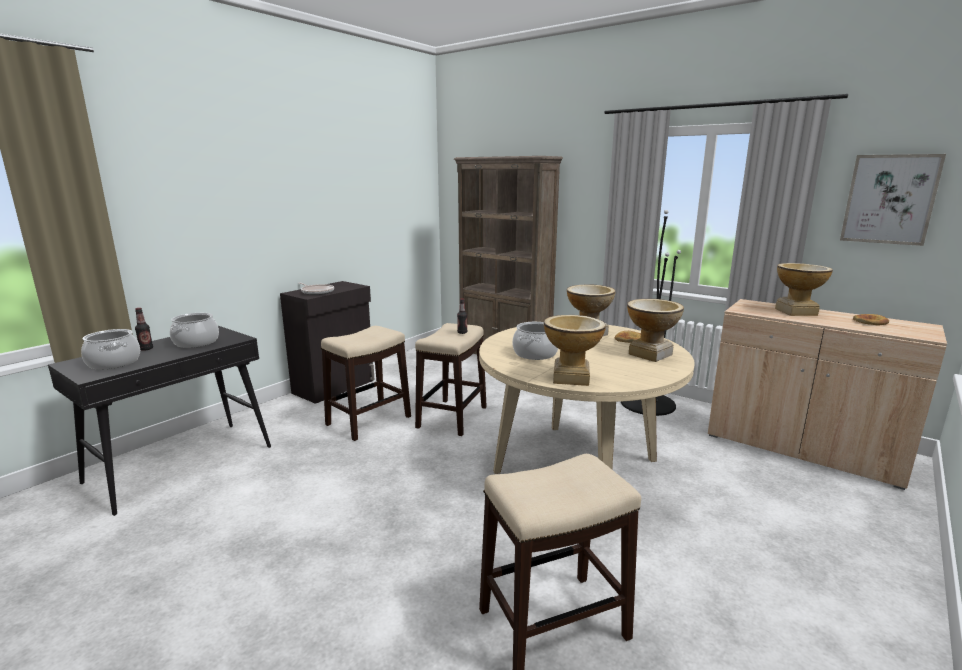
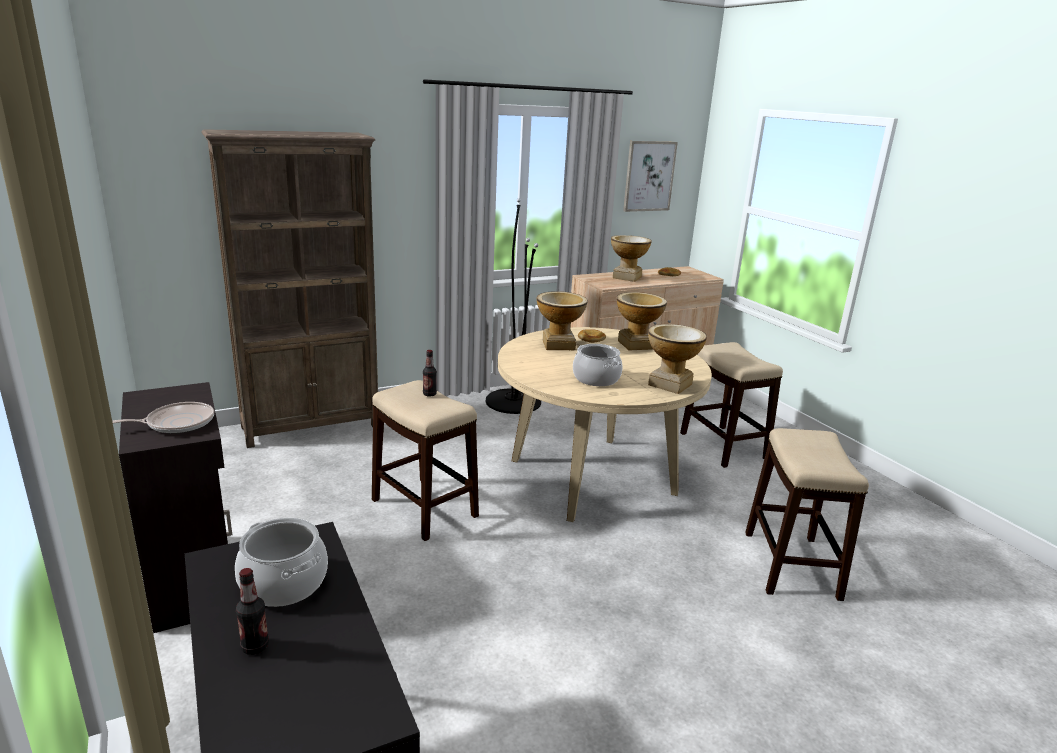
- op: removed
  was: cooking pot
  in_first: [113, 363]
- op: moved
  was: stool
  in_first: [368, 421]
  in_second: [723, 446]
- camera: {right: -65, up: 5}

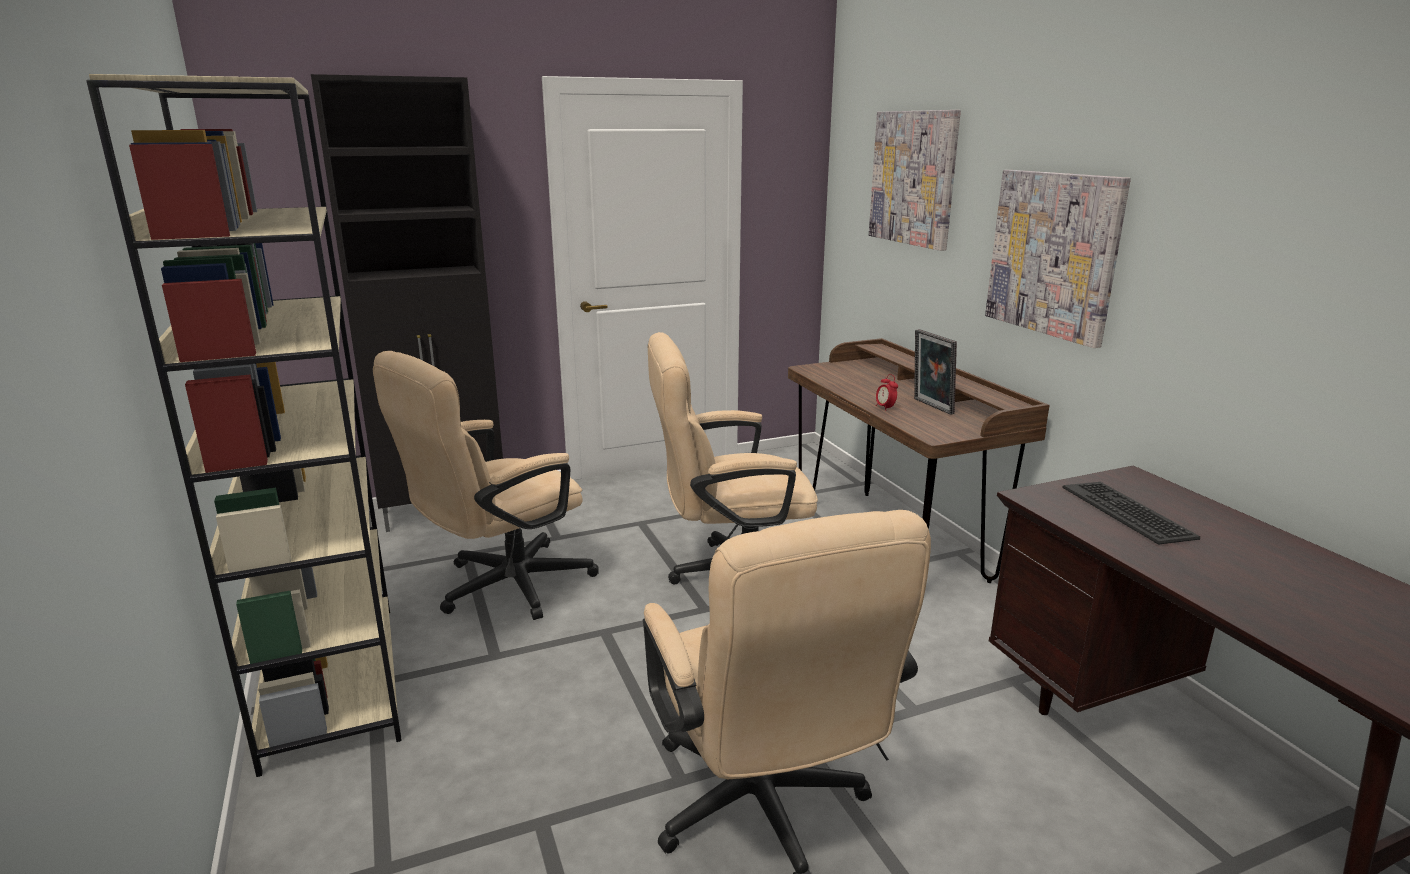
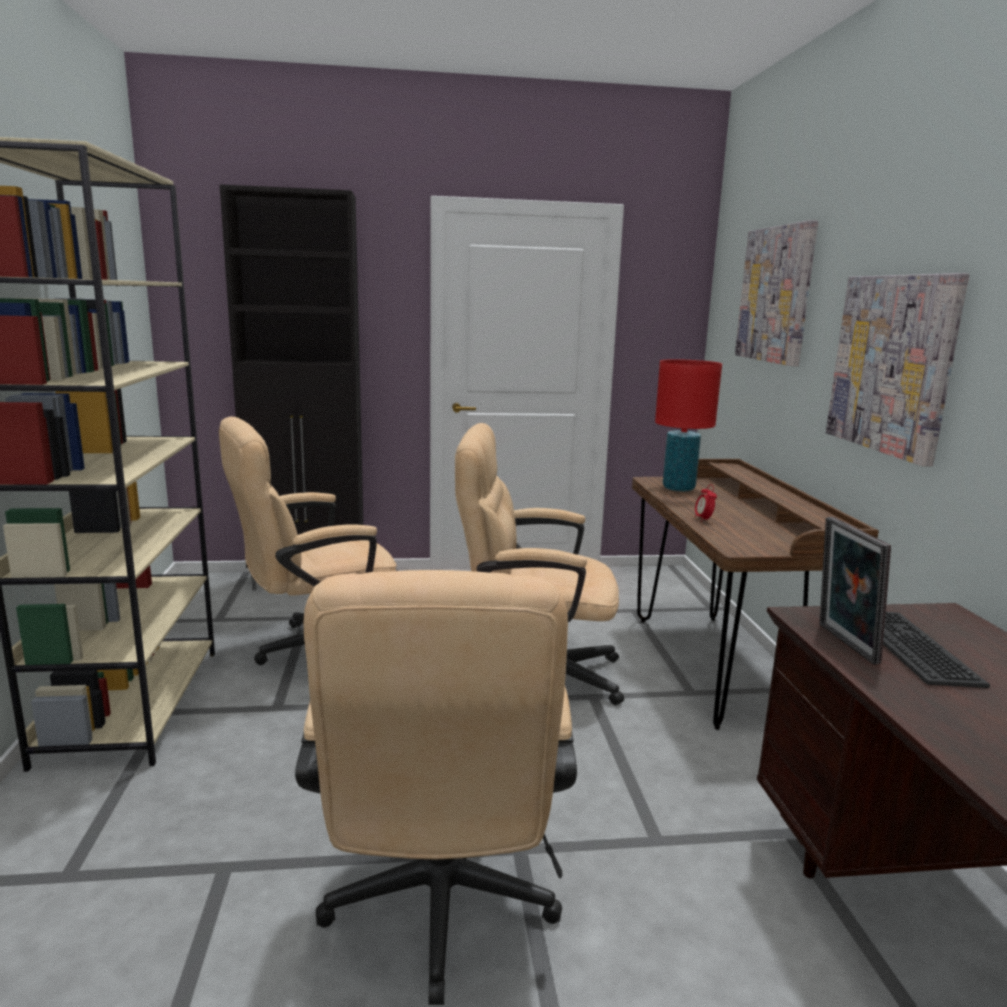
- op: moved
  was: picture frame
  in_first: [930, 406]
  in_second: [843, 643]
- op: added
  now: red table lamp
  in_second: [679, 488]
- camera: {right: 15, up: -5}

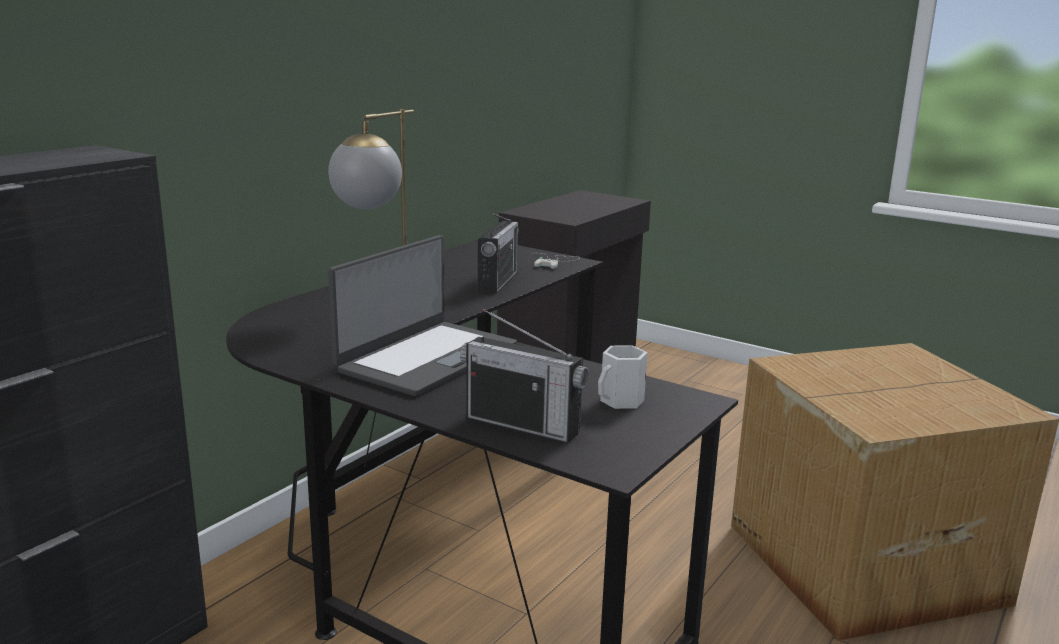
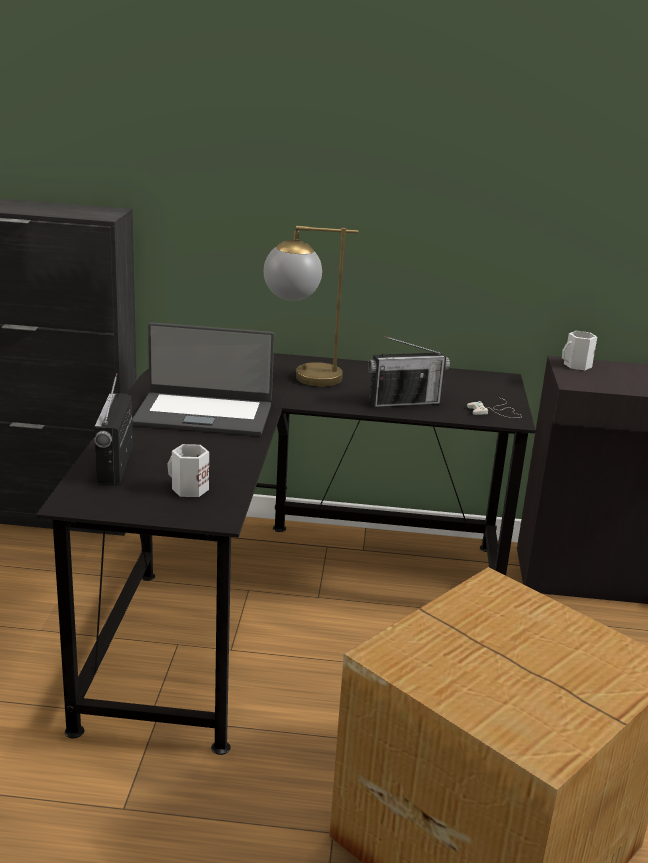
- op: added
  now: white mug
  in_second: [577, 365]
- camera: {right: 60, up: 5}

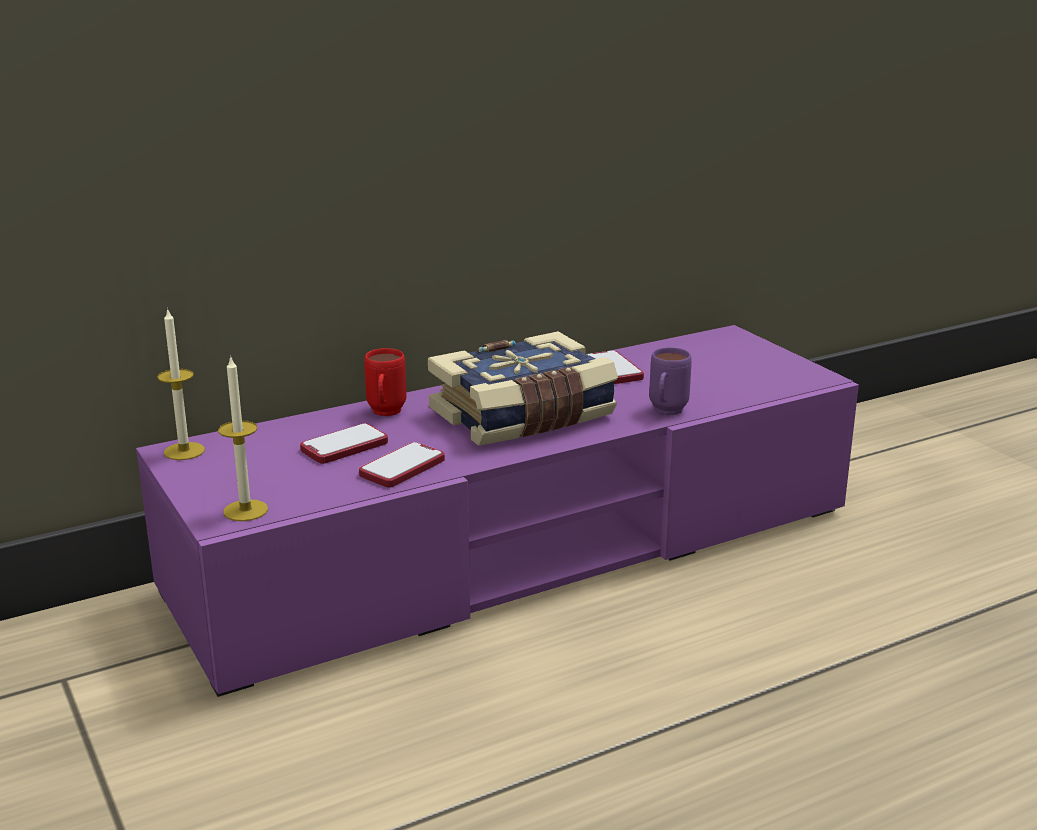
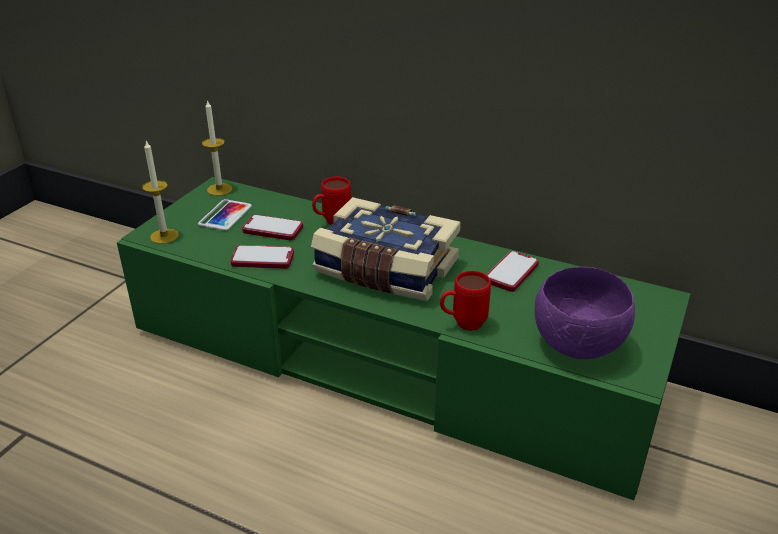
- op: recoloured
  was: purple tv stand
  now: green tv stand
  in_first: [518, 550]
  in_second: [389, 360]
- op: recoloured
  was: purple mug
  now: red mug
  in_first: [666, 413]
  in_second: [462, 324]
- op: added
  now: phone
  in_second: [225, 215]
- op: added
  now: purple bowl
  in_second: [580, 346]
- camera: {right: 55, up: 10}

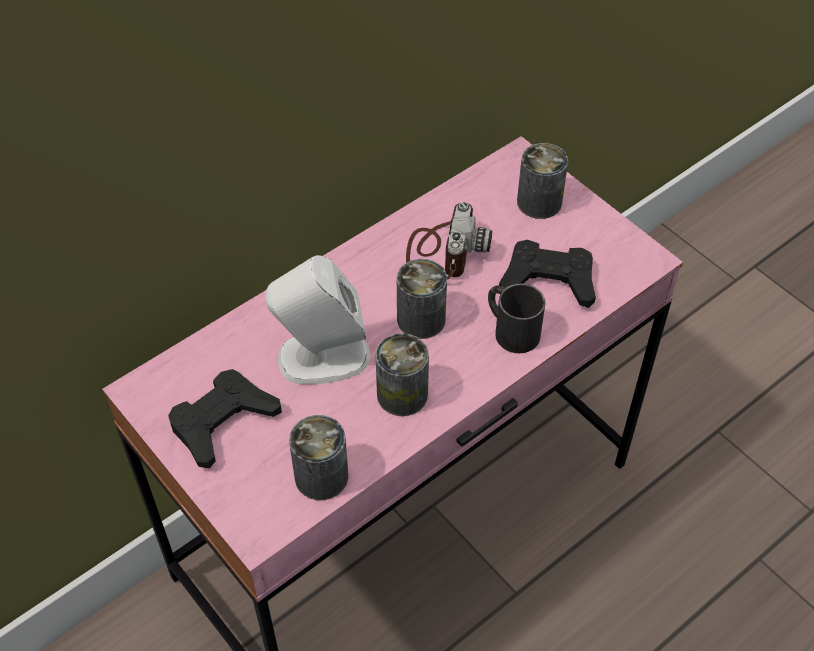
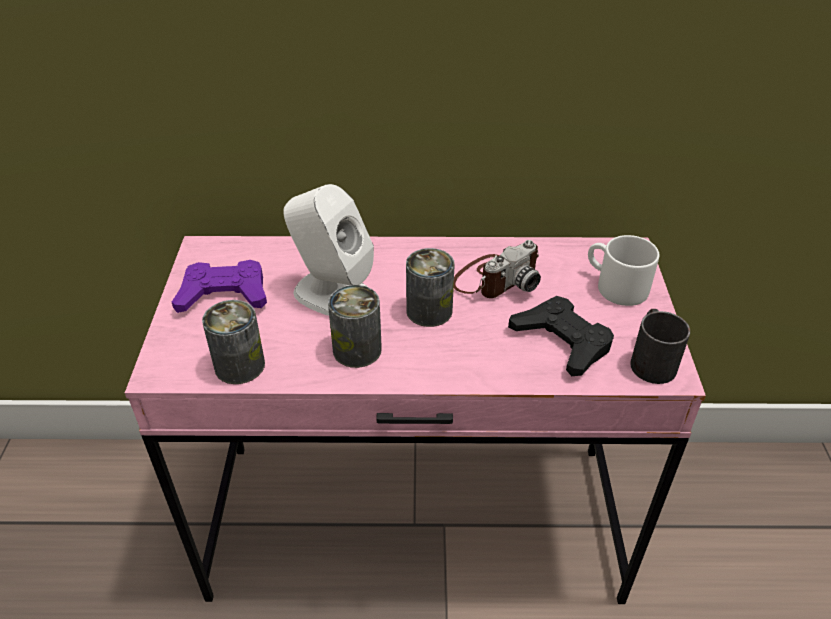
- op: recoloured
  was: black game controller
  now: purple game controller
  in_first: [223, 422]
  in_second: [224, 294]
- op: moved
  was: black mug
  in_first: [510, 329]
  in_second: [650, 359]
- op: replaced
  was: can
  now: white mug
  in_first: [539, 202]
  in_second: [614, 286]
- camera: {right: 40, up: -10}

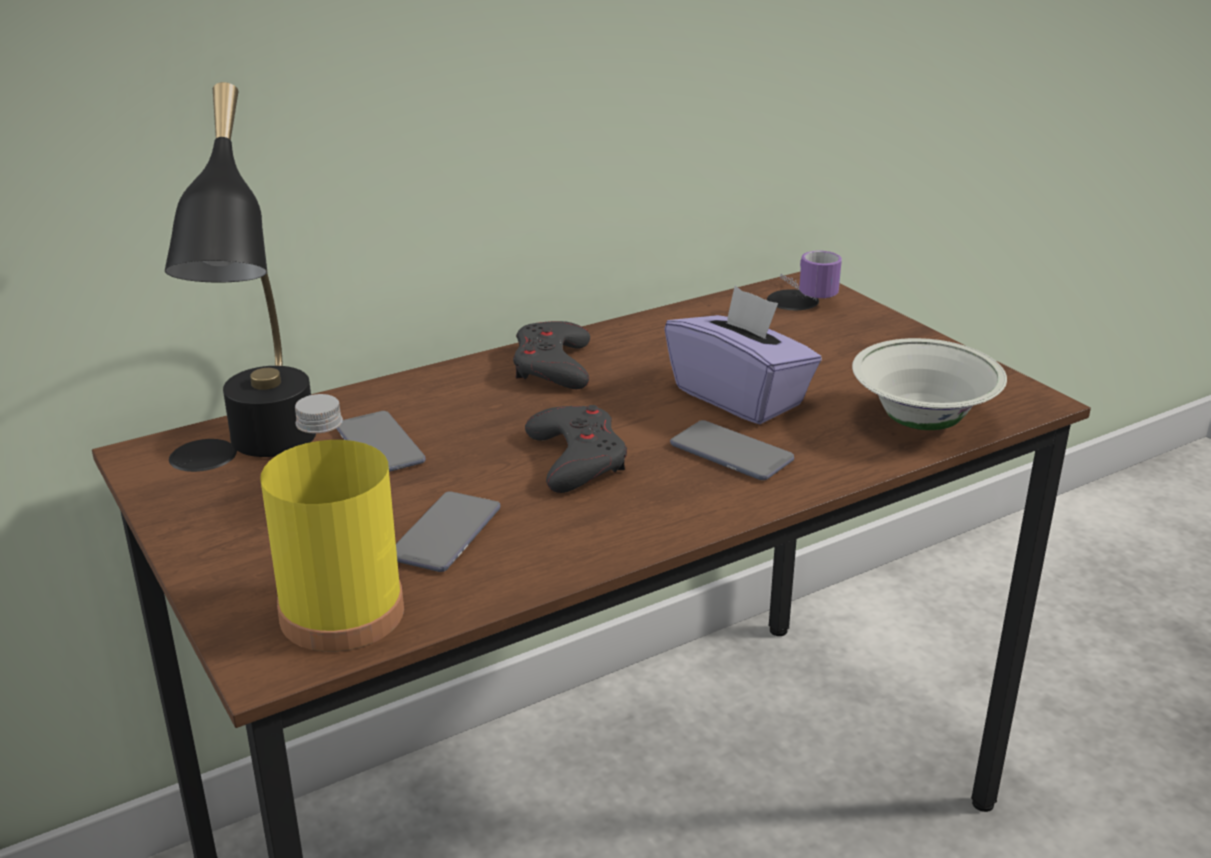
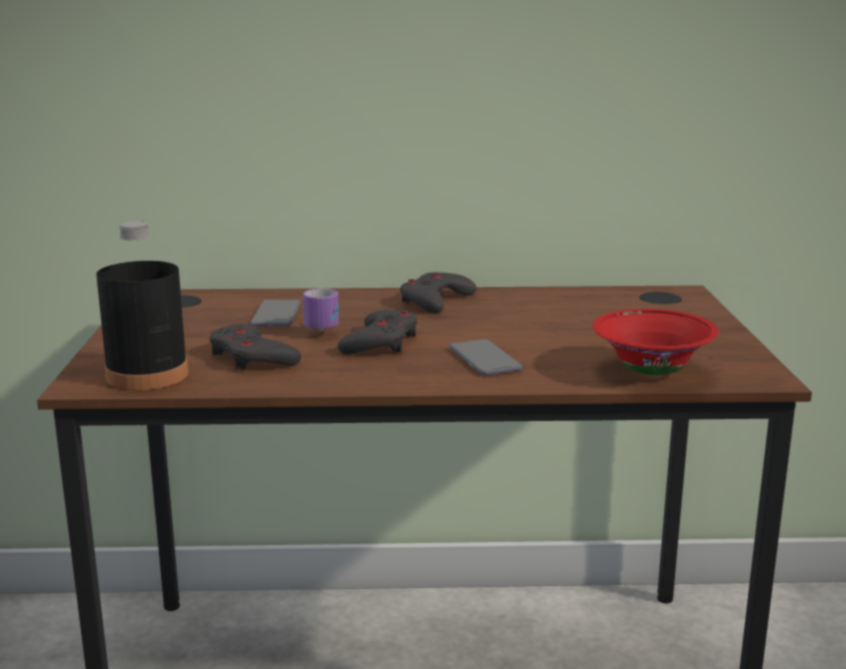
- op: removed
  was: black table lamp
  in_first: [268, 457]
- op: recoloured
  was: yellow bottle
  now: black bottle
  in_first: [342, 612]
  in_second: [147, 375]
- op: replaced
  was: phone
  now: grey game controller
  in_first: [446, 534]
  in_second: [252, 357]
- op: removed
  was: purple tissue box
  in_first: [740, 397]
- op: moved
  was: mug
  in_first: [804, 294]
  in_second: [325, 327]
- op: recoloured
  was: white bowl
  now: red bowl
  in_first: [922, 422]
  in_second: [651, 372]
- camera: {right: 30, up: -10}

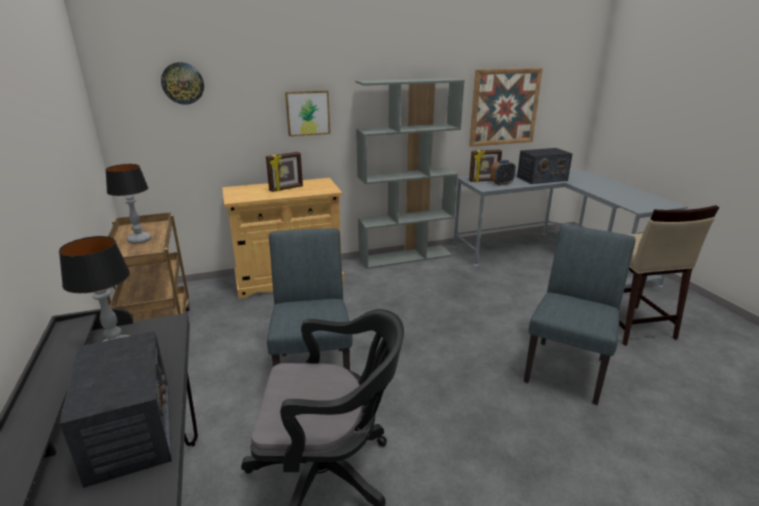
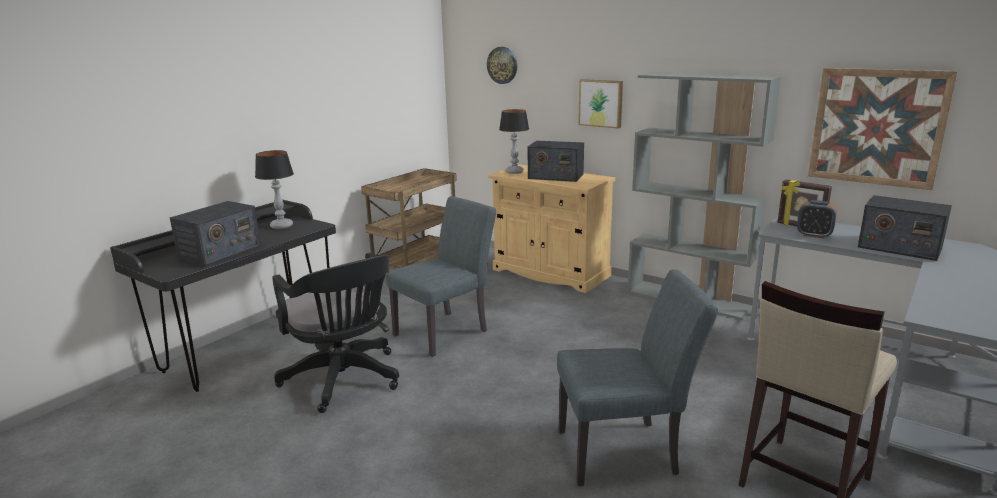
- op: moved
  was: table lamp
  in_first: [139, 240]
  in_second: [514, 172]
- op: replaced
  was: picture frame
  now: radio
  in_first: [286, 188]
  in_second: [555, 176]
- camera: {right: 55, up: -5}

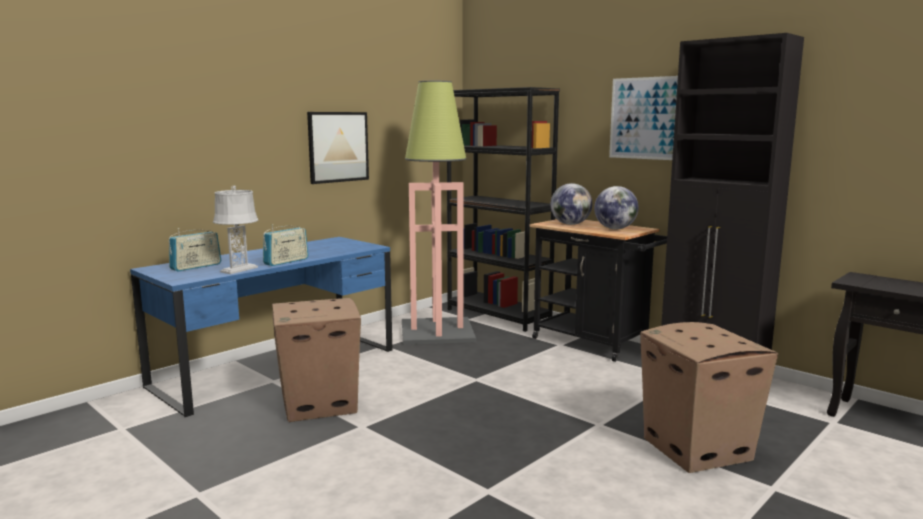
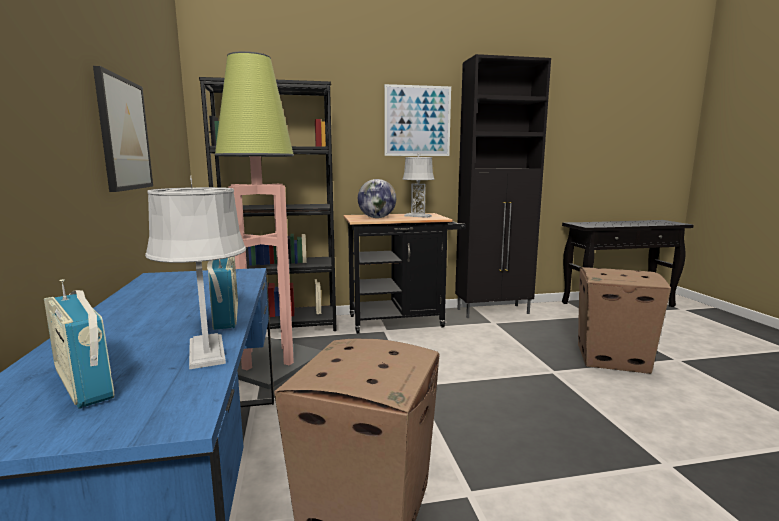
- op: turned
  was: radio
  in_first: [196, 267]
  in_second: [84, 383]
  clockwise: 150
- op: replaced
  was: globe
  now: grey table lamp
  in_first: [615, 229]
  in_second: [417, 216]
- camera: {right: -55, up: 0}

